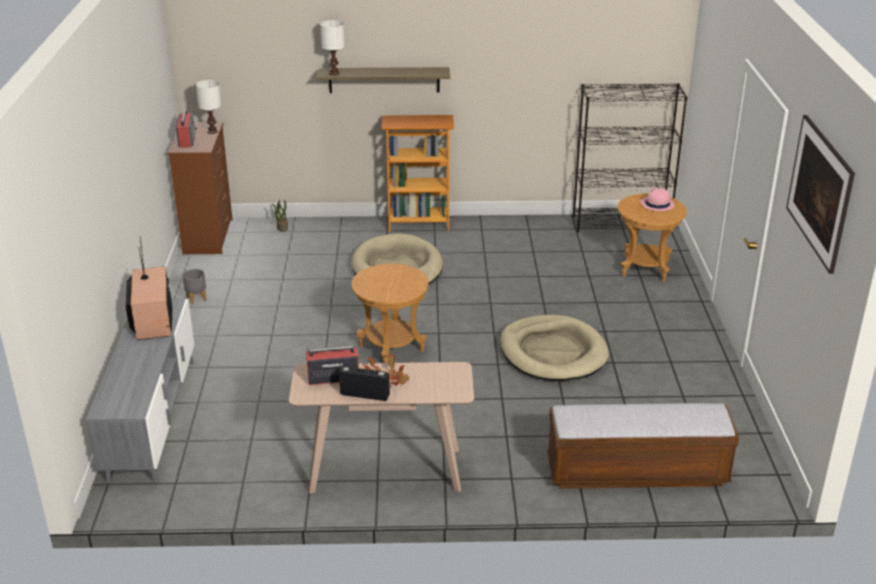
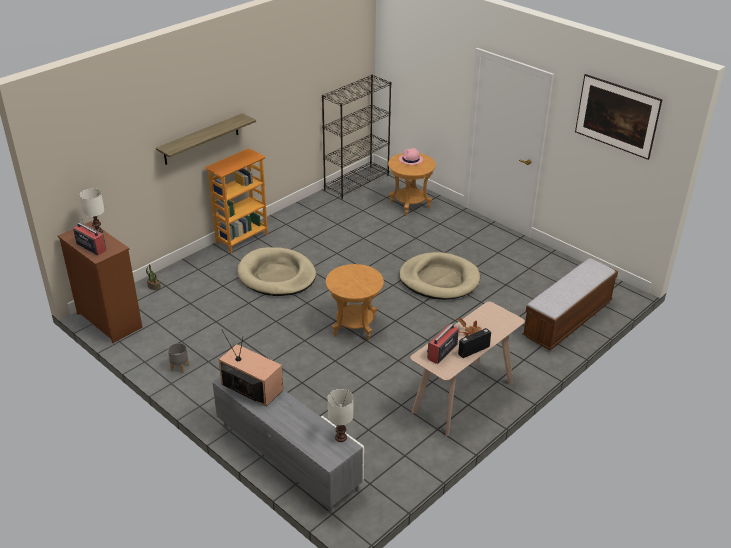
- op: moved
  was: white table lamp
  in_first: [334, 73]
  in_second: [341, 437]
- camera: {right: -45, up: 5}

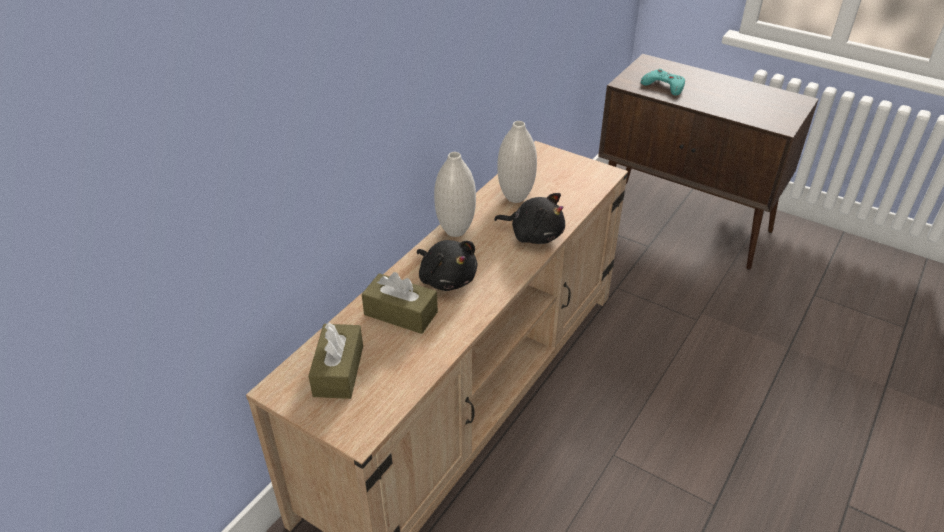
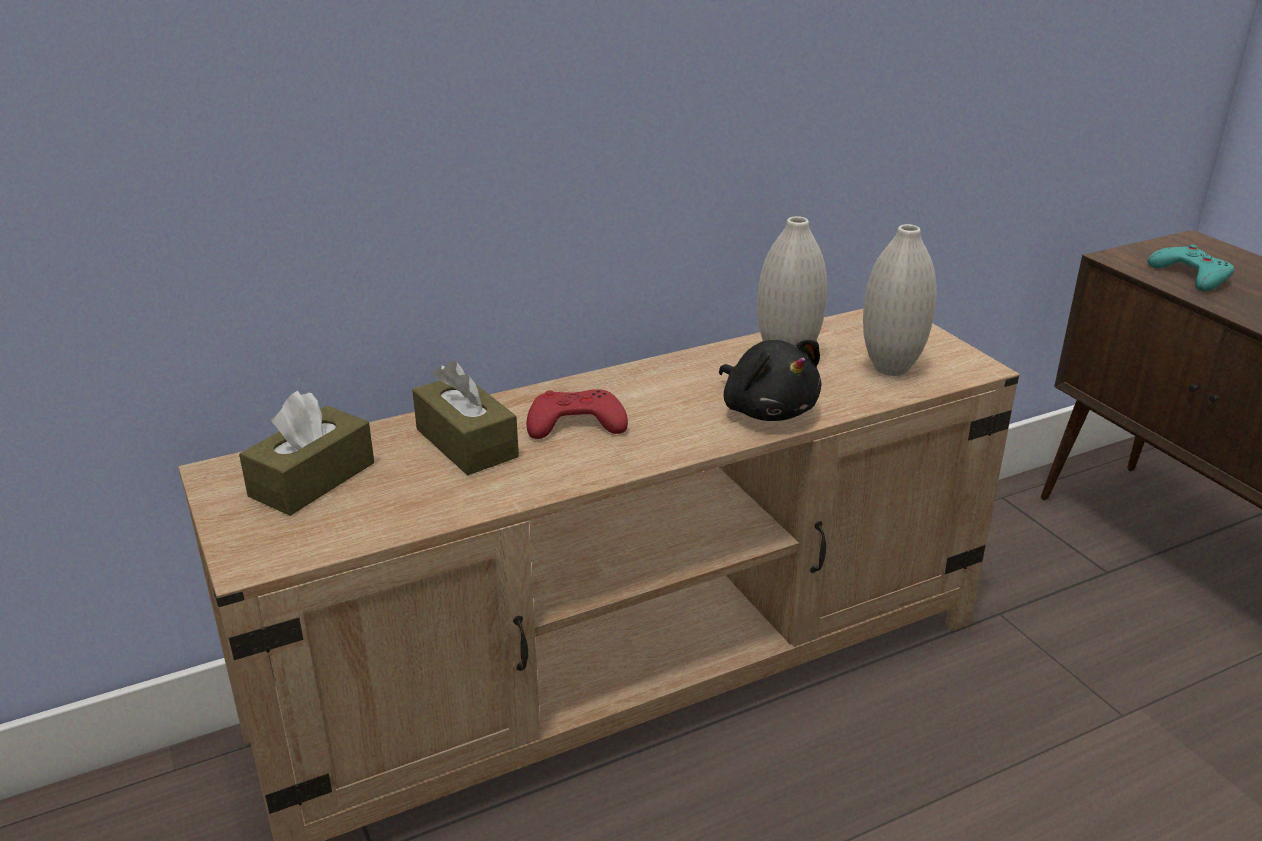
- op: replaced
  was: black plush toy
  now: red game controller
  in_first: [446, 278]
  in_second: [575, 423]
- op: moved
  was: white vase
  in_first: [455, 231]
  in_second: [891, 368]
- camera: {right: 30, up: -10}

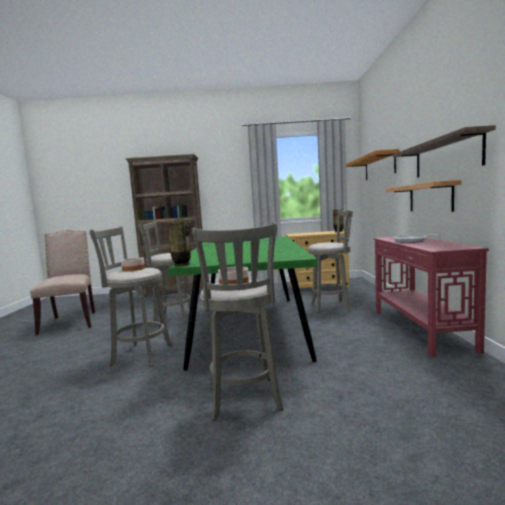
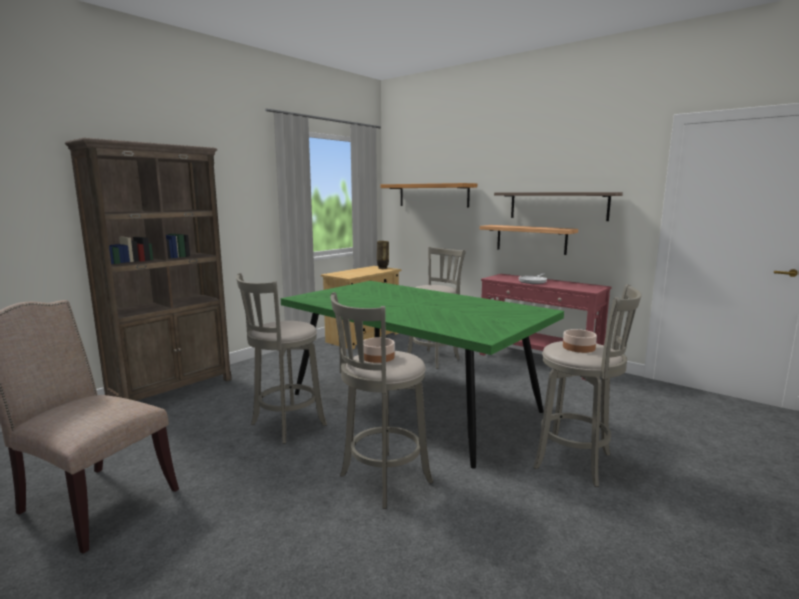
- op: removed
  was: vase
  in_first: [182, 265]
- camera: {right: -50, up: 5}

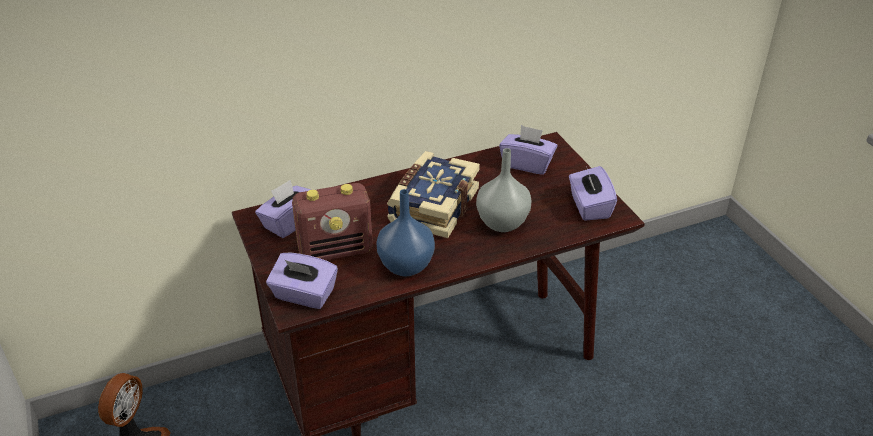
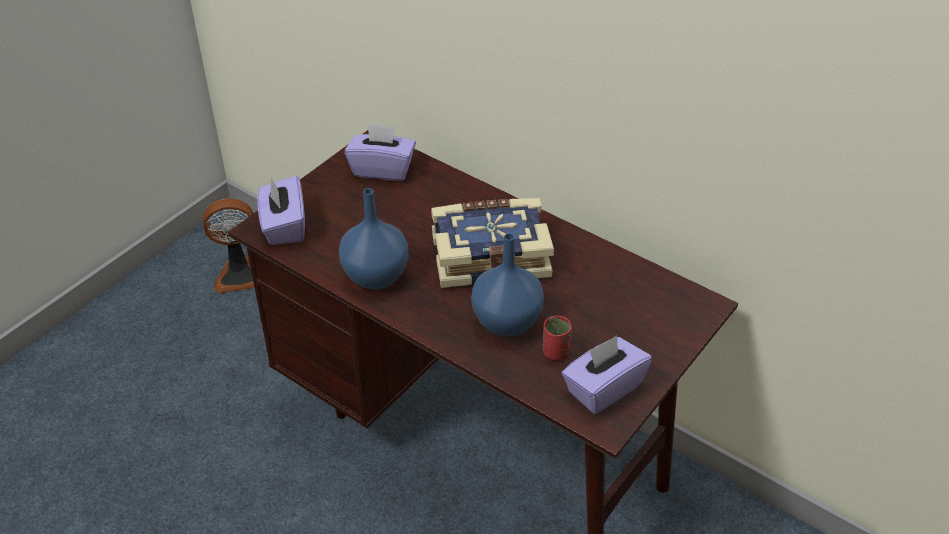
- op: removed
  was: radio
  in_first: [336, 250]
- op: recoloured
  was: grey vase
  now: blue vase
  in_first: [502, 223]
  in_second: [505, 322]
- op: removed
  was: purple tissue box
  in_first: [527, 164]
- op: added
  now: red cup
  in_second: [555, 352]
- camera: {right: 60, up: 5}

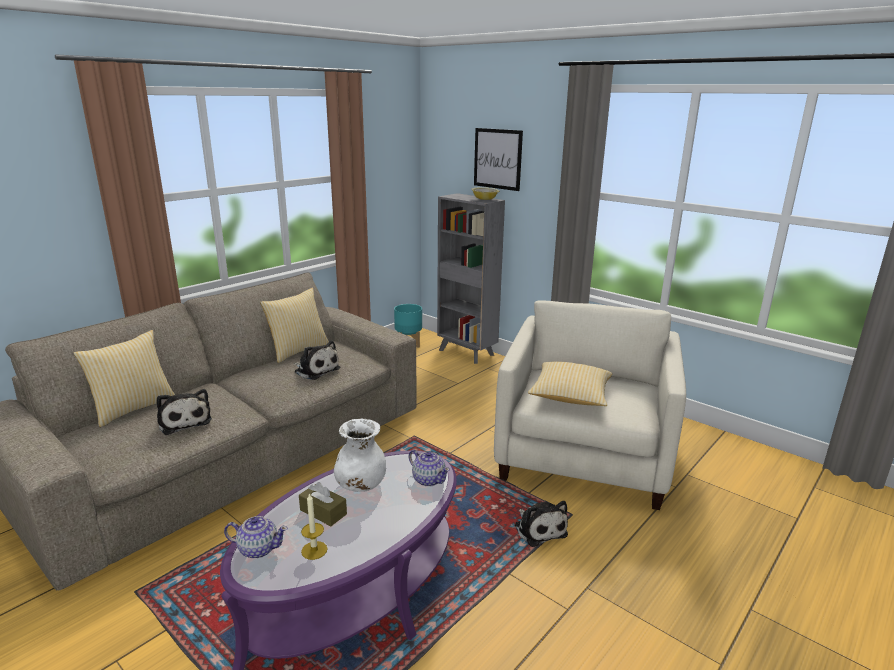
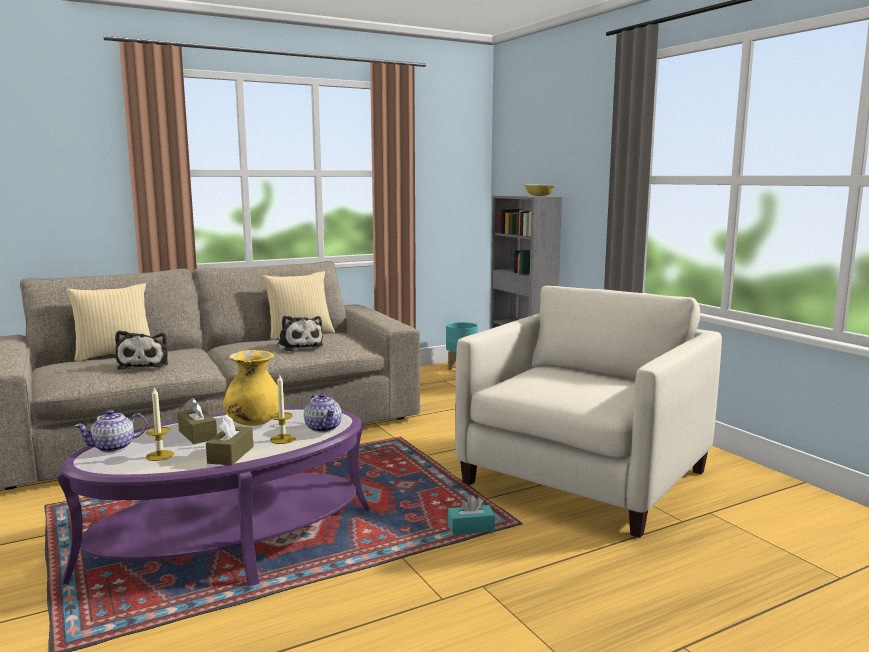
- op: turned
  was: teapot
  in_first: [258, 549]
  in_second: [114, 447]
  clockwise: 120
- op: recoloured
  was: white vase
  now: yellow vase
  in_first: [361, 485]
  in_second: [253, 423]
- op: removed
  was: picture
  in_first: [497, 159]
- op: replaced
  was: plush toy
  now: turquoise tissue box
  in_first: [539, 529]
  in_second: [471, 528]
- op: removed
  was: pillow
  in_first: [570, 397]
- op: added
  now: brown tissue box
  in_second: [230, 455]
- op: added
  now: candle
  in_second: [282, 439]
- camera: {right: 20, up: -10}

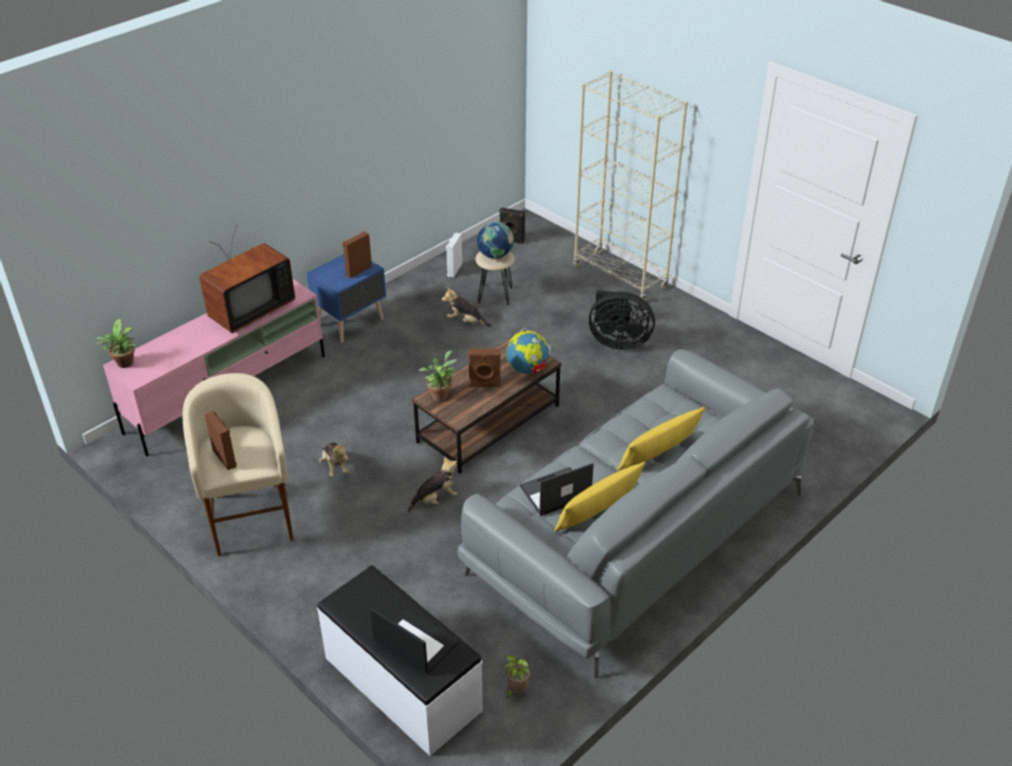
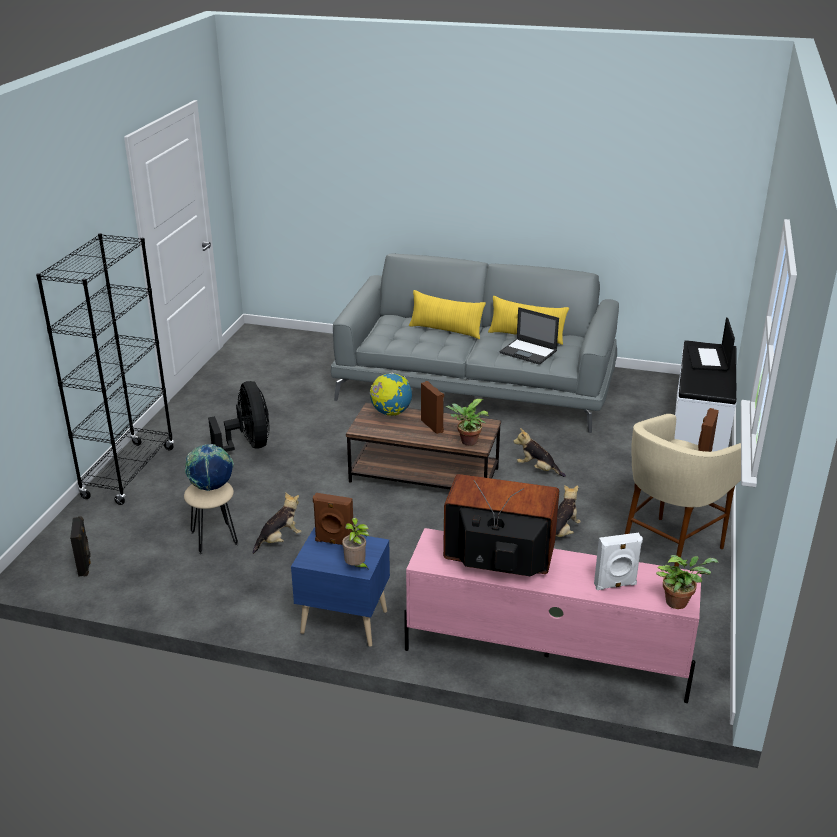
- op: turned
  was: plush toy
  in_first: [466, 321]
  in_second: [279, 540]
  clockwise: -120
- op: moved
  was: white speaker
  in_first: [454, 269]
  in_second: [615, 585]
- op: moved
  was: potted plant
  in_first: [516, 691]
  in_second: [356, 567]
- op: recoloured
  was: beige bookcase
  now: black bookcase
  in_first: [620, 276]
  in_second: [129, 473]
- camera: {right: -120, up: -10}

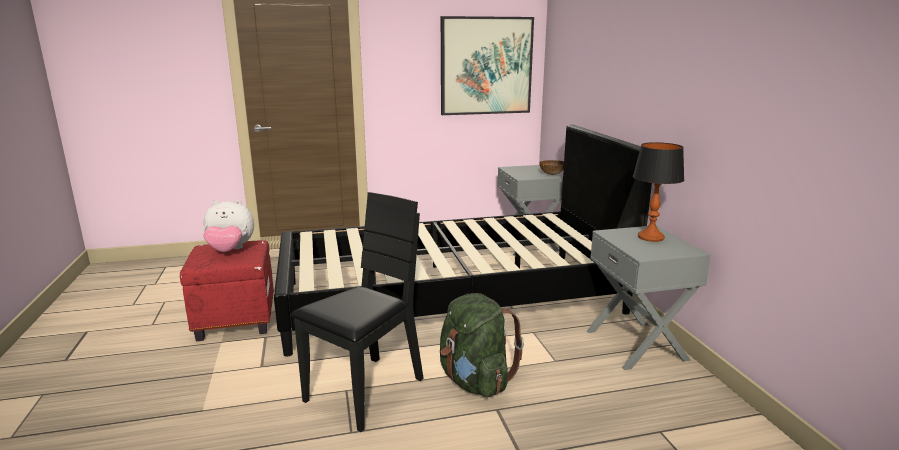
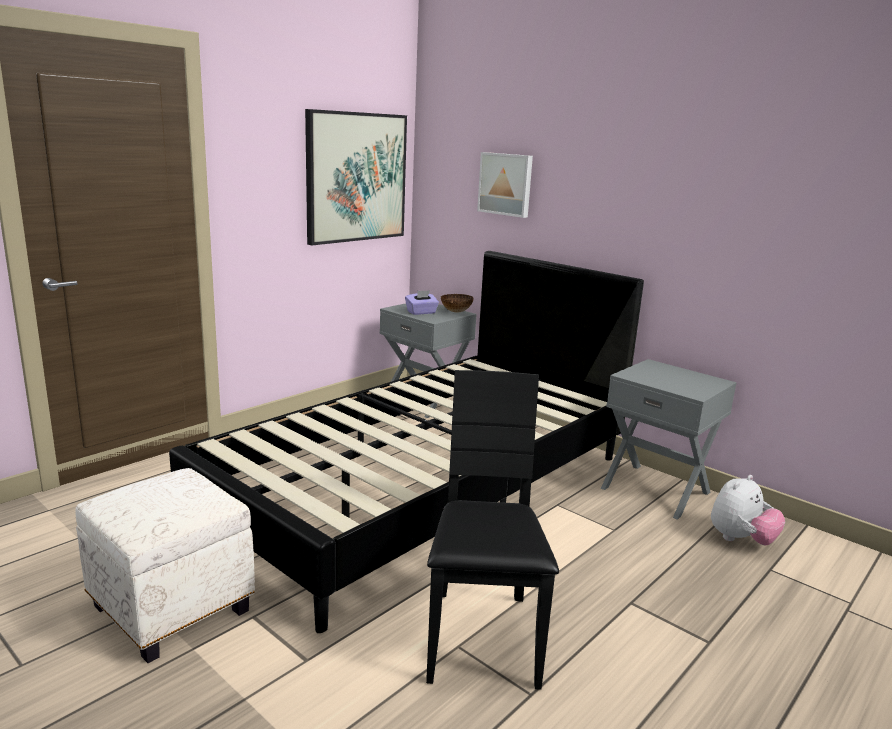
- op: recoloured
  was: red ottoman
  now: white ottoman
  in_first: [236, 321]
  in_second: [174, 609]
- op: moved
  was: plush toy
  in_first: [230, 250]
  in_second: [740, 540]
- op: removed
  was: green backpack
  in_first: [475, 381]
- op: removed
  was: table lamp
  in_first: [651, 237]
- op: added
  now: purple tissue box
  in_second: [421, 312]
- op: added
  now: picture
  in_second: [506, 184]
- camera: {right: -35, up: 0}

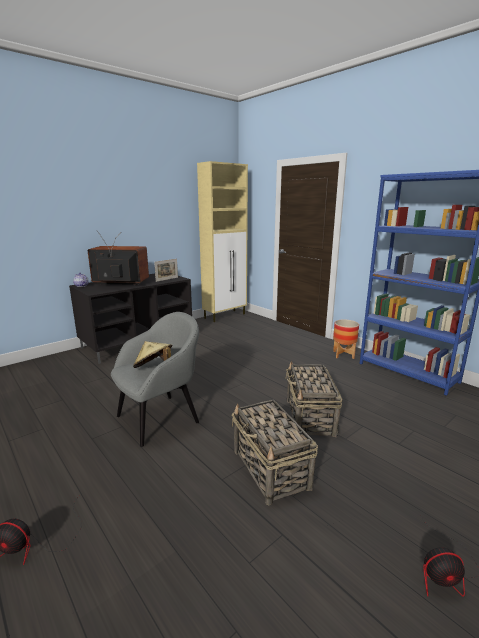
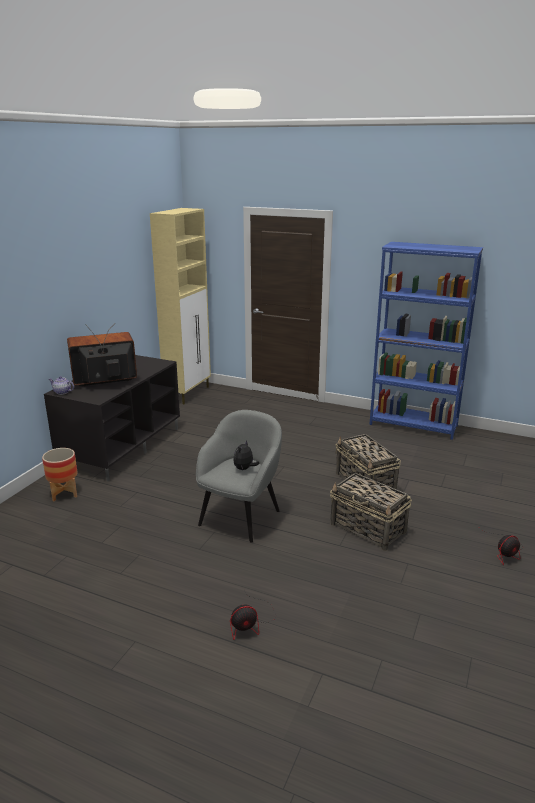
- op: replaced
  was: beige hat
  now: plush toy
  in_first: [154, 368]
  in_second: [244, 469]
- op: removed
  was: picture frame
  in_first: [167, 279]
- op: moved
  was: planter
  in_first: [343, 355]
  in_second: [64, 493]
- camera: {right: -25, up: 5}

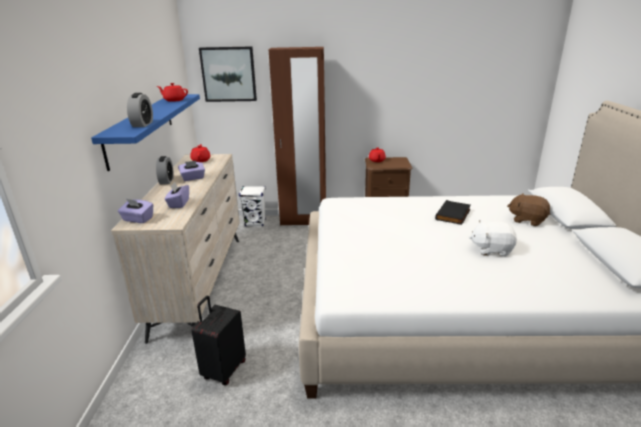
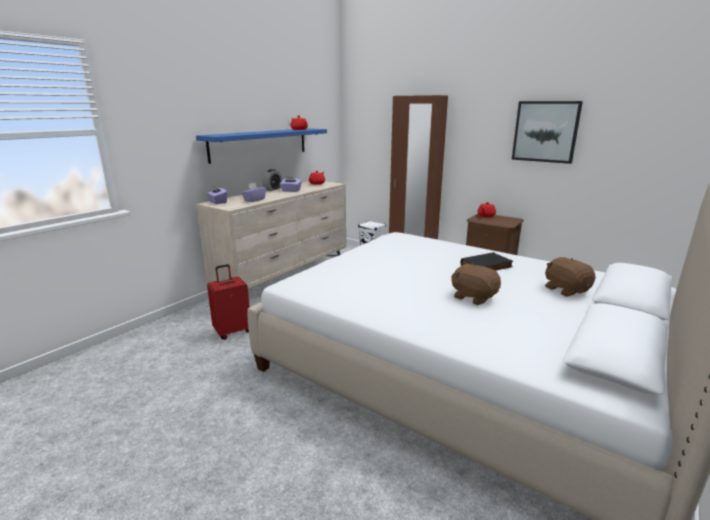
- op: removed
  was: alarm clock
  in_first: [142, 124]
- op: recoloured
  was: black suitcase
  now: red suitcase
  in_first: [223, 370]
  in_second: [232, 331]
- op: moved
  was: picture
  in_first: [228, 74]
  in_second: [545, 131]
- op: recoloured
  was: white plush toy
  now: brown plush toy
  in_first: [491, 249]
  in_second: [474, 297]
- camera: {right: 35, up: -5}

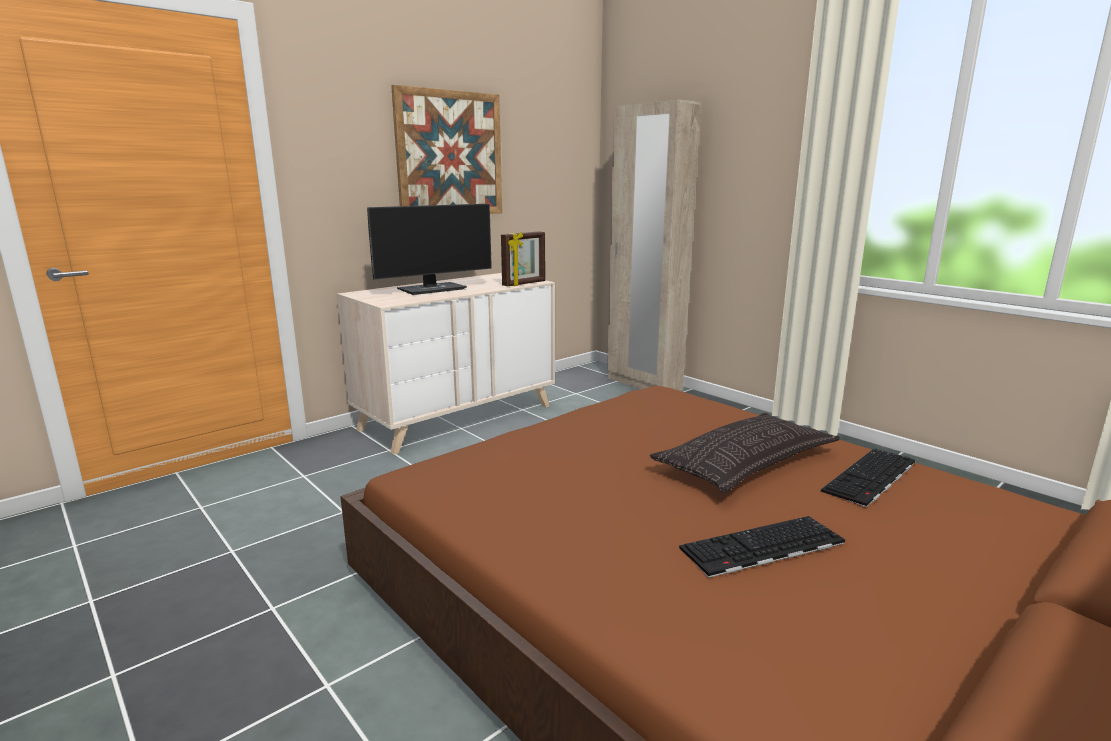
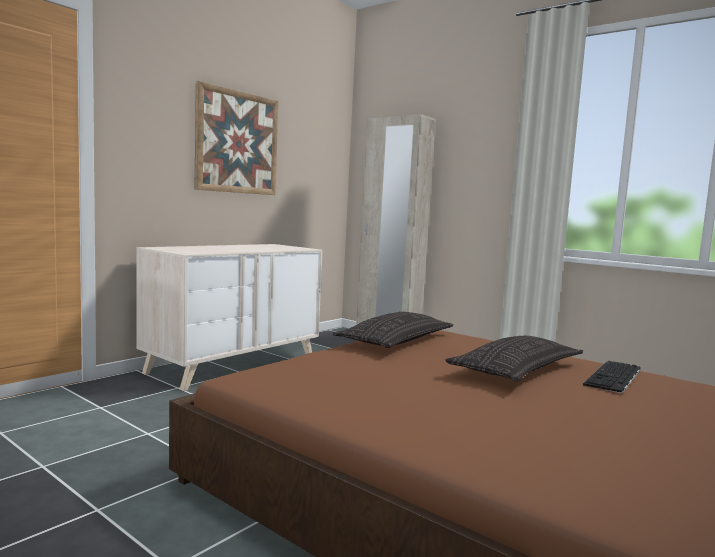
- op: removed
  was: monitor
  in_first: [433, 289]
- op: removed
  was: picture frame
  in_first: [524, 284]
- op: removed
  was: keyboard
  in_first: [762, 547]
- op: added
  now: pillow
  in_second: [396, 340]
- camera: {right: -10, up: -10}

